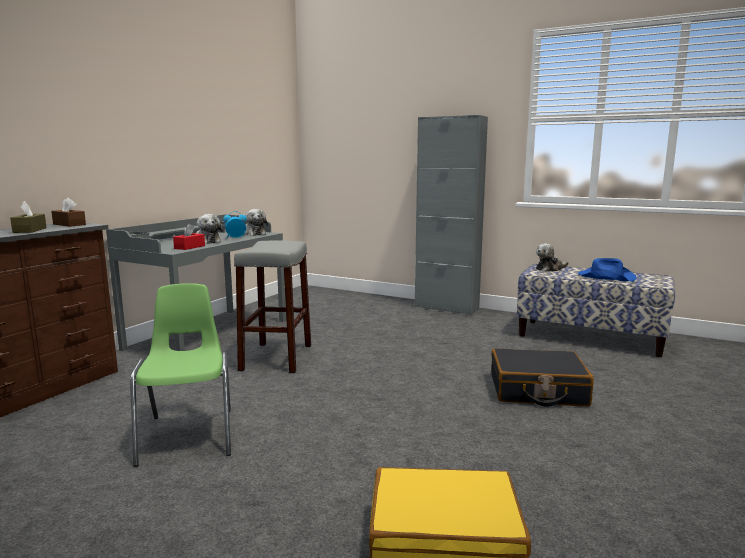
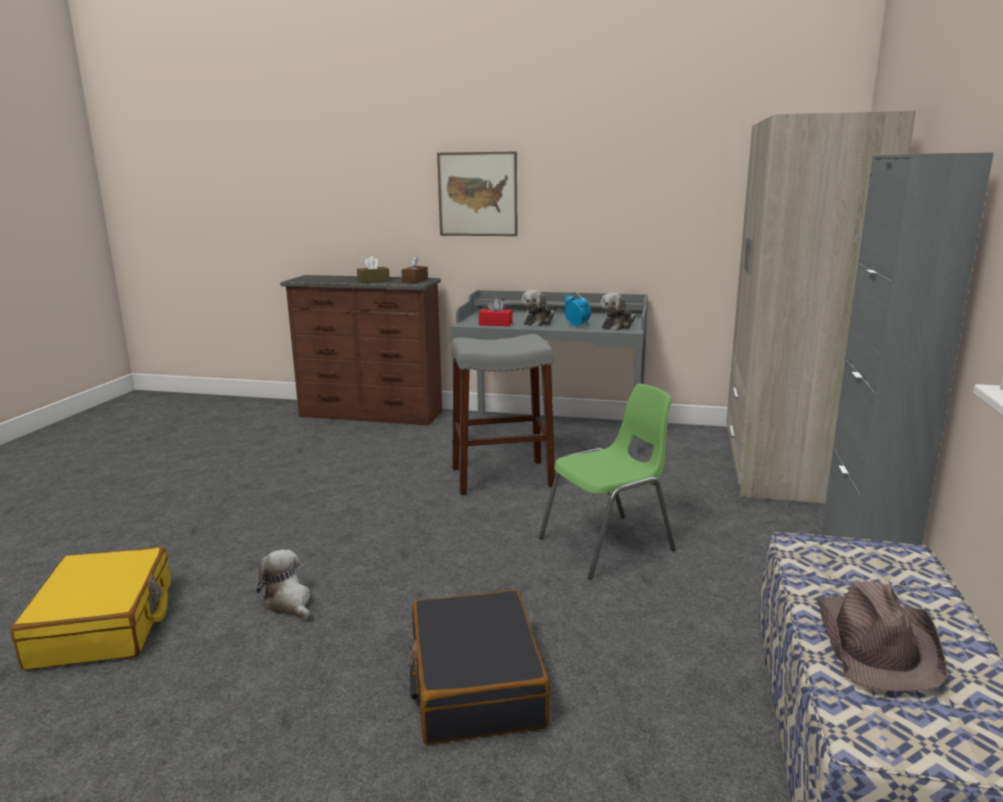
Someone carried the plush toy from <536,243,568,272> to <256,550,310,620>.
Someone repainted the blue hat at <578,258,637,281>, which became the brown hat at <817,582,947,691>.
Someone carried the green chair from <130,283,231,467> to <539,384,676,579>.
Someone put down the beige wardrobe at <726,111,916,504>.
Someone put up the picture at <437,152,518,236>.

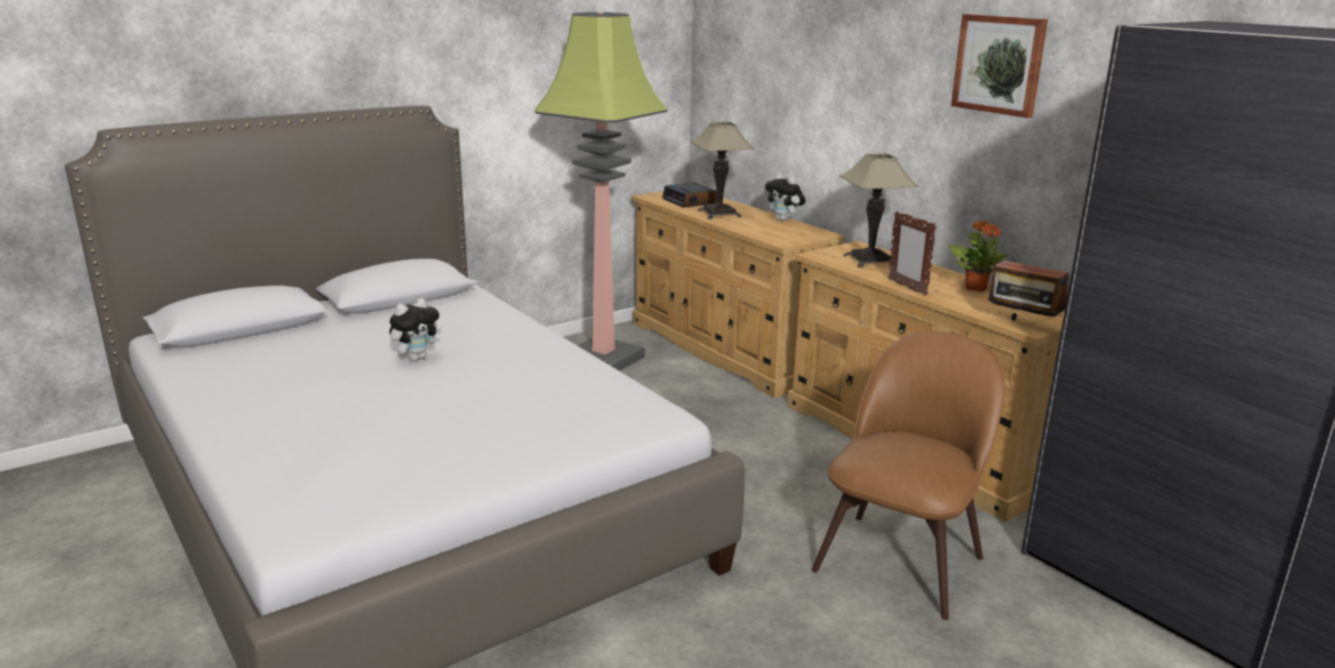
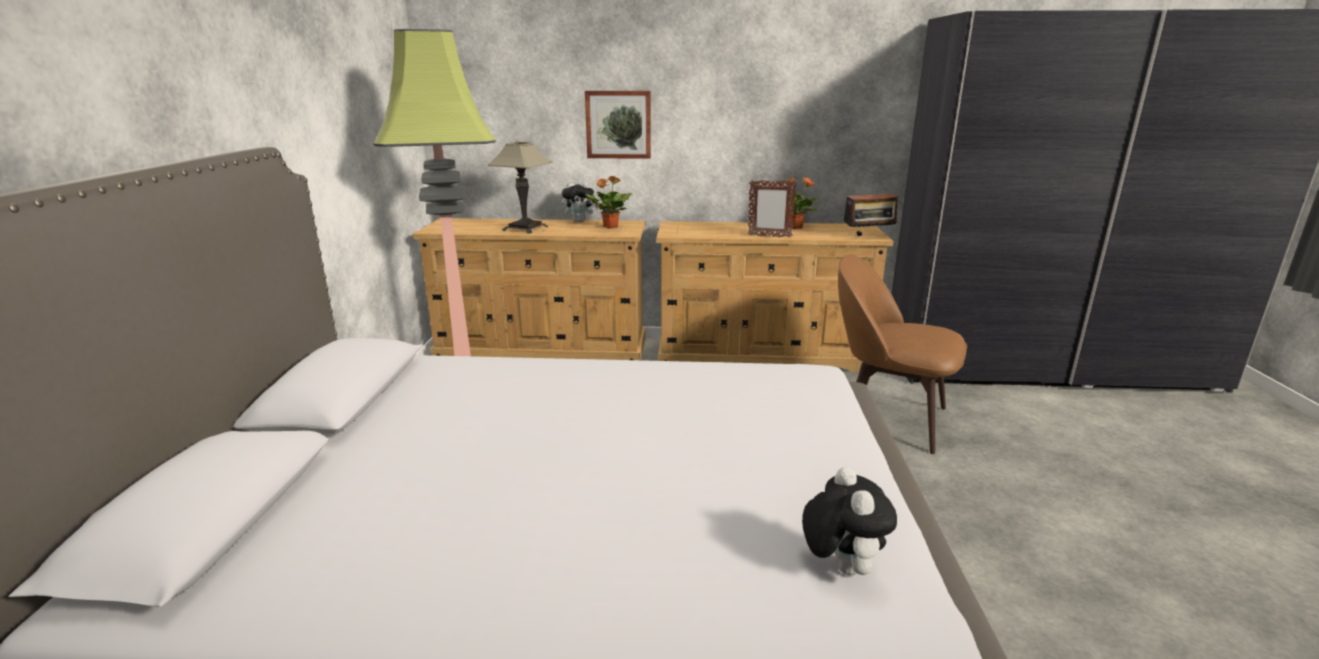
Someone carried the picture from <951,14,1048,118> to <585,91,651,159>.
Someone took away the table lamp at <839,153,919,268>.
Someone took away the alarm clock at <662,182,717,208>.
Someone carried the plush toy from <389,298,442,361> to <802,466,897,575>.
Someone rotated the brown chair at <812,331,1005,620> by 45 degrees counterclockwise.
Someone put down the potted plant at <586,176,632,228>.

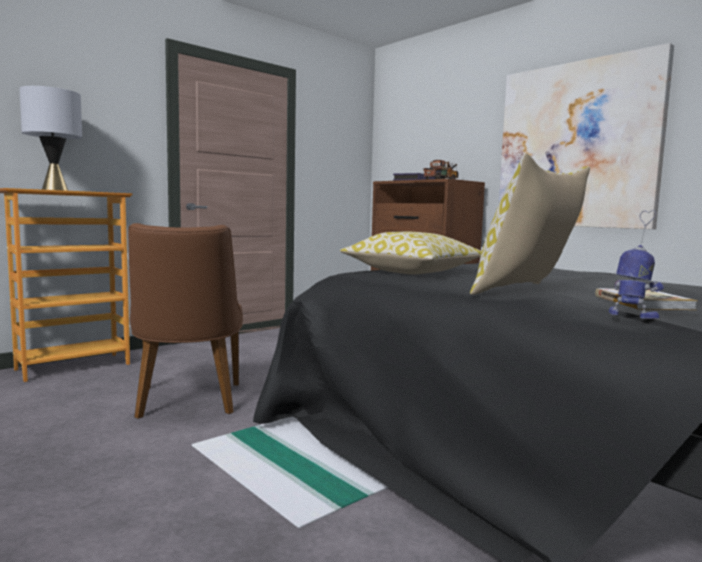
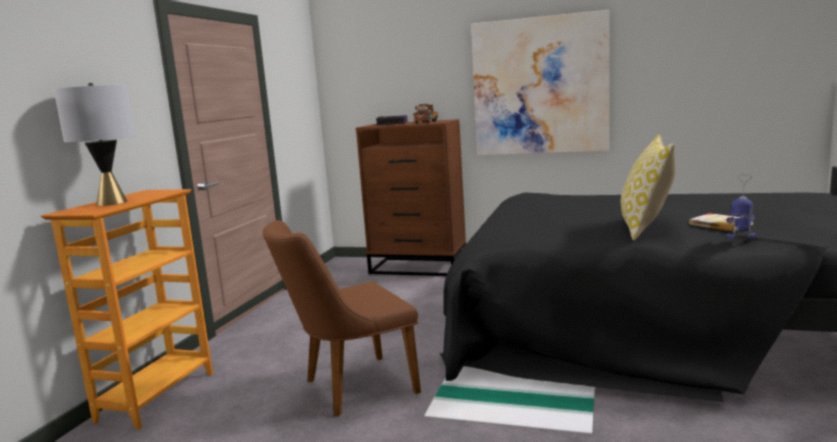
Someone rotated the brown chair at <128,223,243,419> by 105 degrees clockwise.
Someone took away the pillow at <340,232,482,274>.

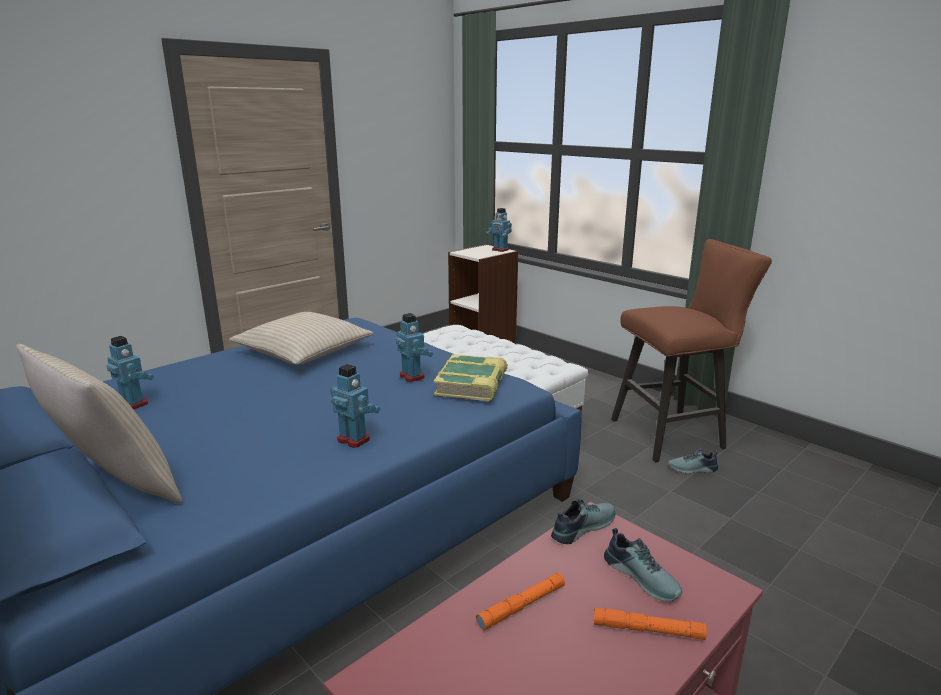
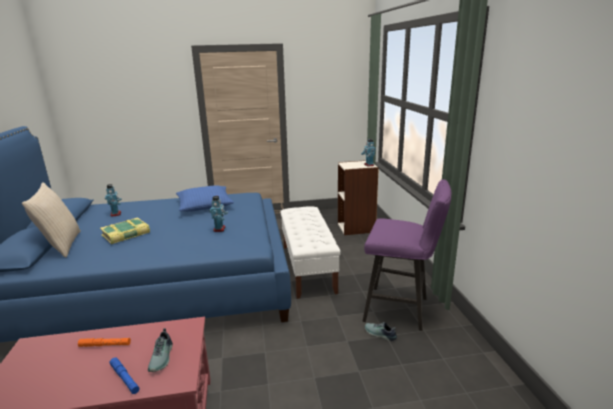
Someone repainted the brown stool at <611,239,772,463>, which became the purple stool at <362,180,451,331>.
Someone repainted the beige pillow at <229,312,373,365>, which became the blue pillow at <176,186,234,212>.
Someone carried the book from <434,354,508,402> to <100,217,150,244>.
Someone took away the toy robot at <330,364,380,448>.
Someone took away the shoe at <551,498,615,544>.
Someone repainted the orange flashlight at <594,607,707,640>, which became the blue flashlight at <110,357,140,394>.

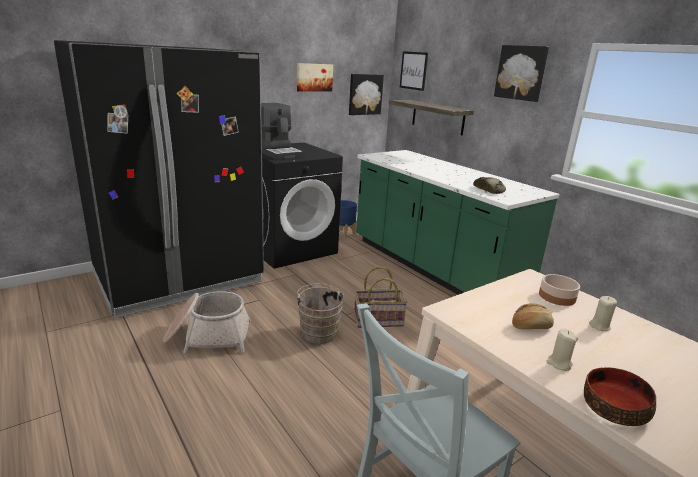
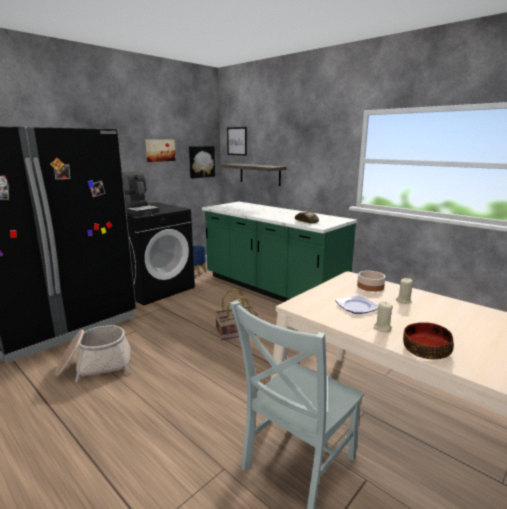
Someone took away the picture at <494,45,549,102>.
Someone took away the brown bucket at <295,283,344,344>.
Someone swapped the bread at <512,303,554,329> for the plate at <335,295,379,314>.

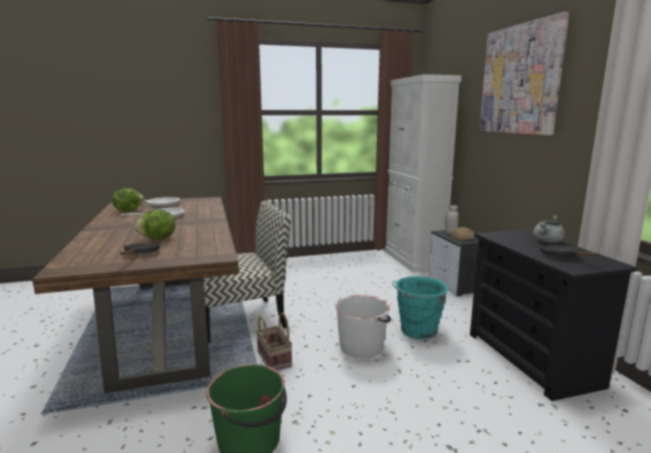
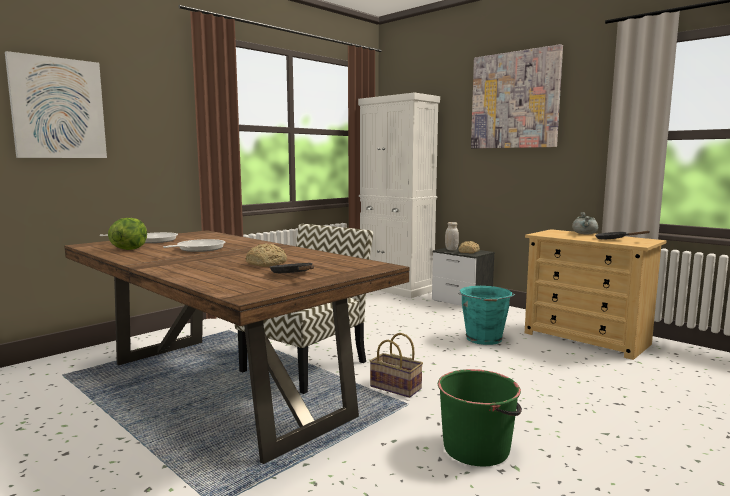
Someone swapped the lettuce at <134,209,176,240> for the bread at <246,244,287,267>.
Someone repainted the black dresser at <470,229,638,401>, which became the beige dresser at <525,229,667,360>.
Someone took away the white bucket at <335,295,391,358>.
Someone put up the picture at <5,51,107,158>.

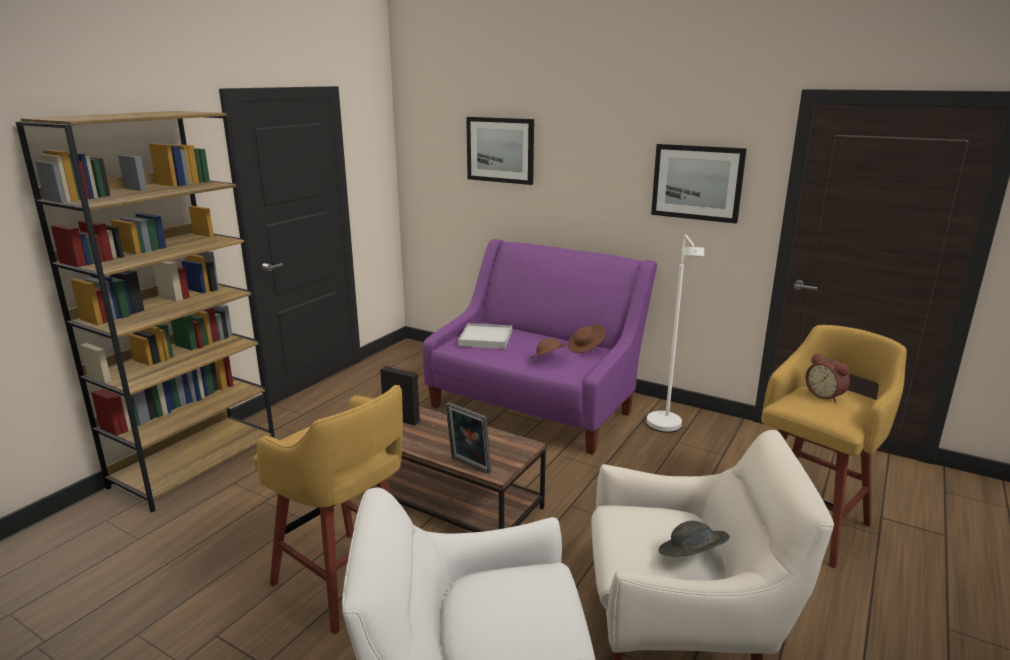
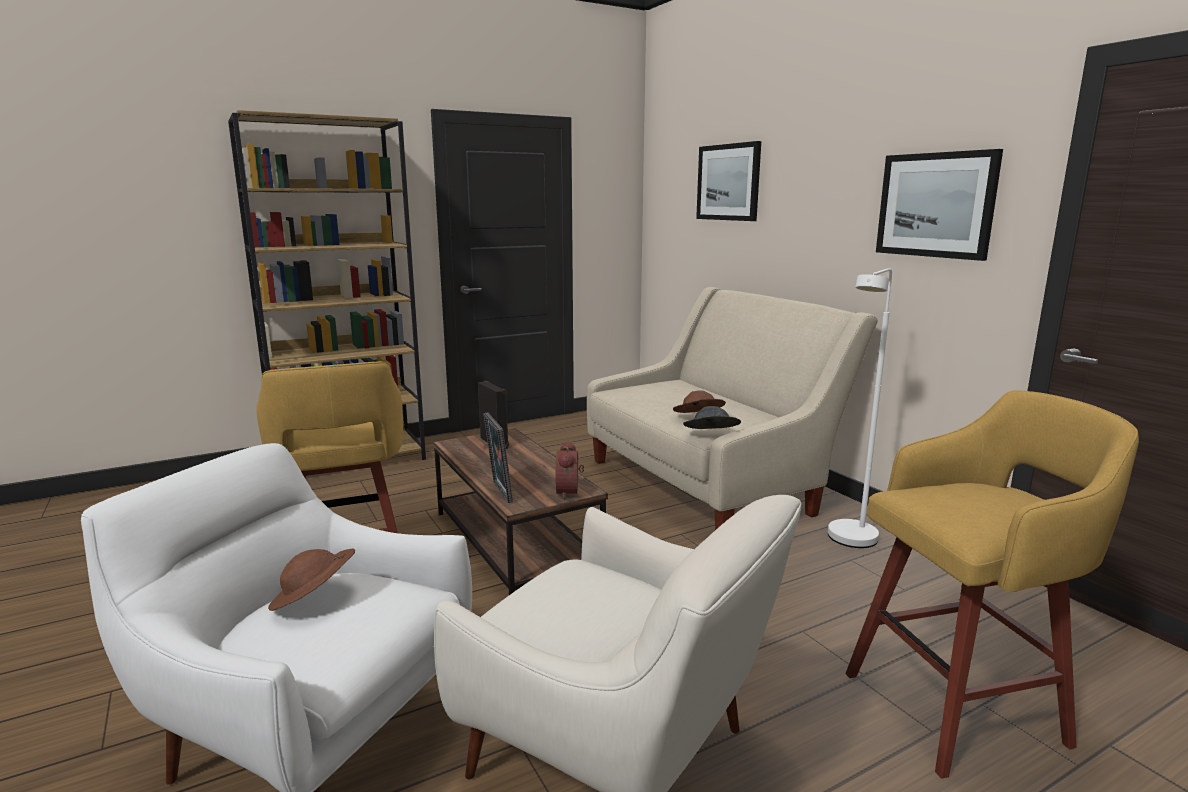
Someone repainted the purple sofa at <423,239,657,455>, which became the beige sofa at <587,287,878,530>.
Someone took away the white tray at <458,323,512,349>.
Someone carried the brown hat from <568,325,605,353> to <268,549,355,611>.
Someone carried the alarm clock from <806,353,850,403> to <555,441,584,499>.
Someone carried the grey hat from <658,521,730,557> to <683,406,741,429>.

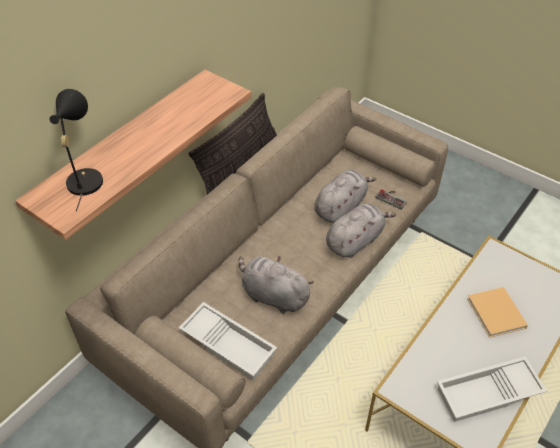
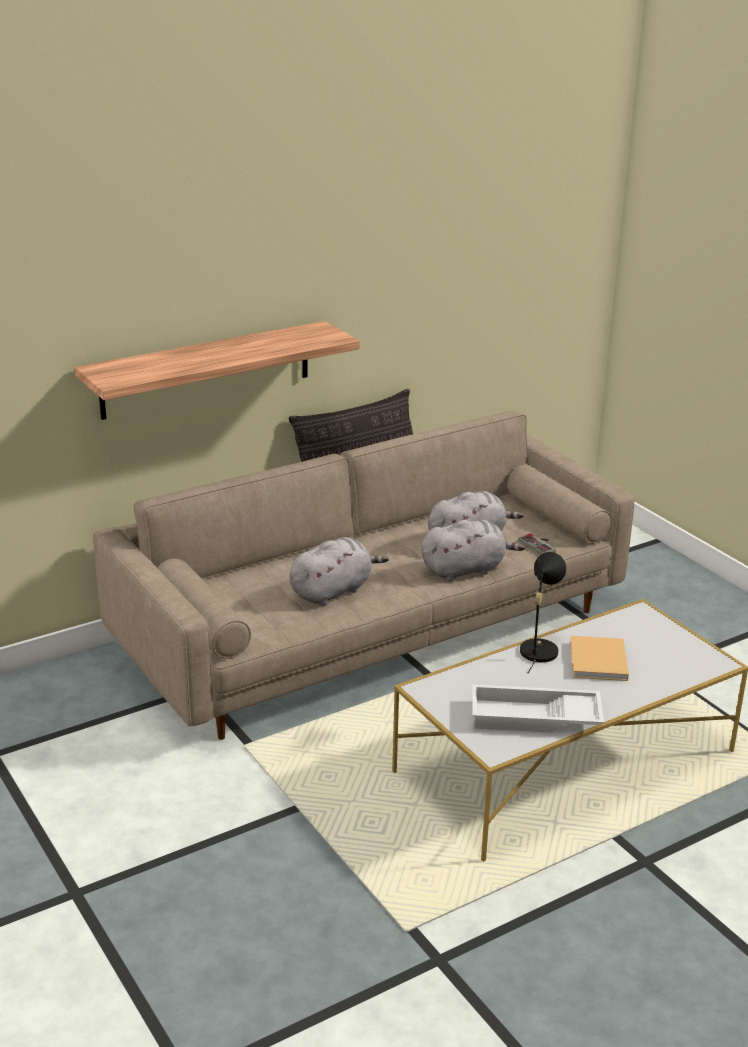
Someone carried the black table lamp from <49,89,103,211> to <520,552,566,673>.
Someone rotated the grey plush toy at <238,255,314,314> by 90 degrees clockwise.
Someone took away the white tray at <179,302,277,380>.

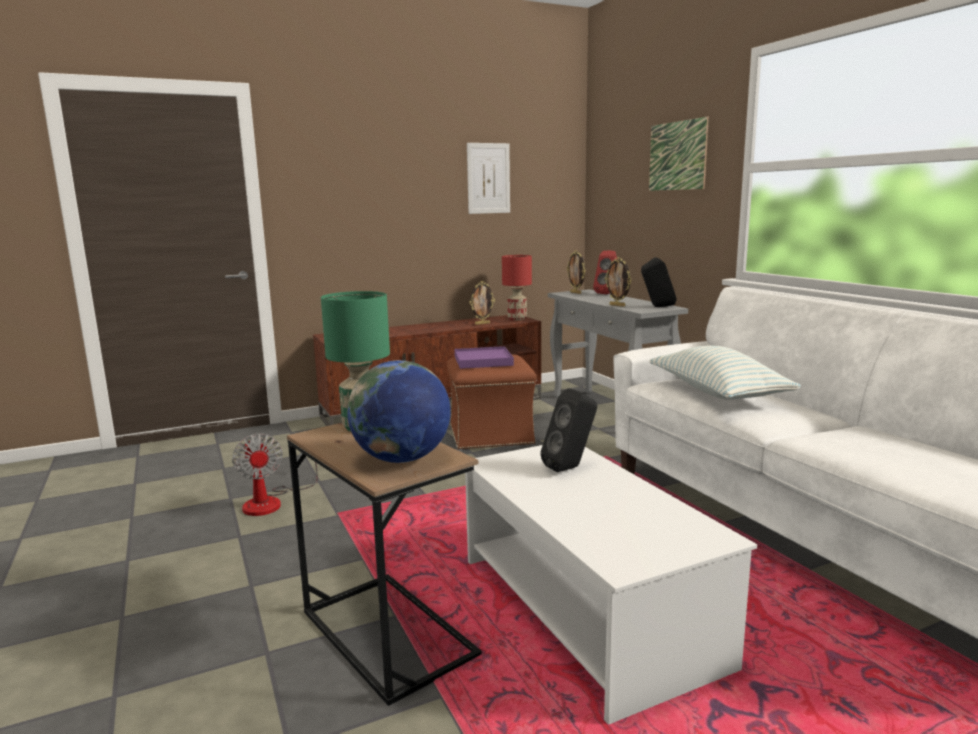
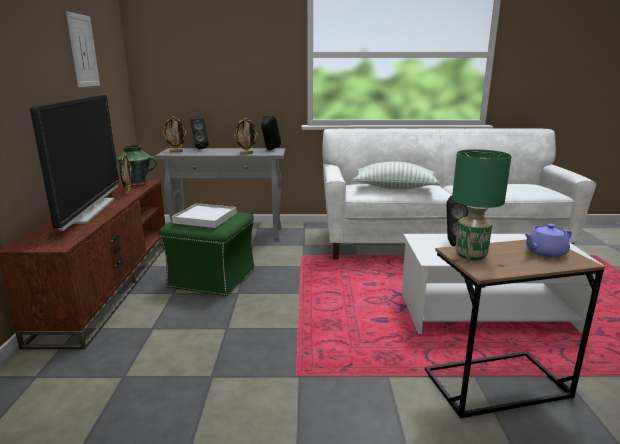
Someone took away the picture at <649,117,709,191>.
Someone repainted the red speaker at <593,251,617,295>, which became the black speaker at <190,114,209,149>.
Someone swapped the red table lamp at <502,255,532,321> for the vase at <118,145,157,185>.
Someone repainted the purple tray at <454,346,514,369>, which became the white tray at <172,203,237,228>.
Someone repainted the brown ottoman at <447,354,537,450>, which became the green ottoman at <159,212,255,297>.
Someone swapped the globe at <347,360,450,463> for the purple teapot at <524,224,572,258>.
Someone took away the fan at <232,433,318,516>.
Someone put down the television at <30,95,119,231>.

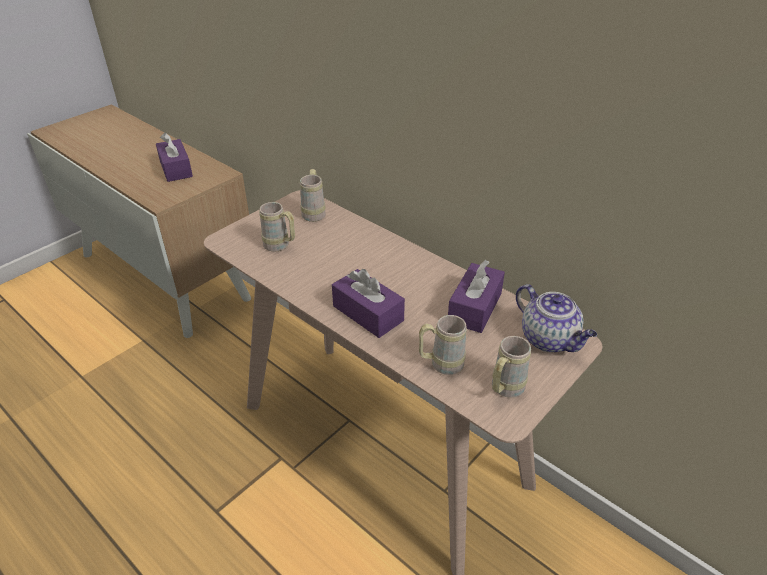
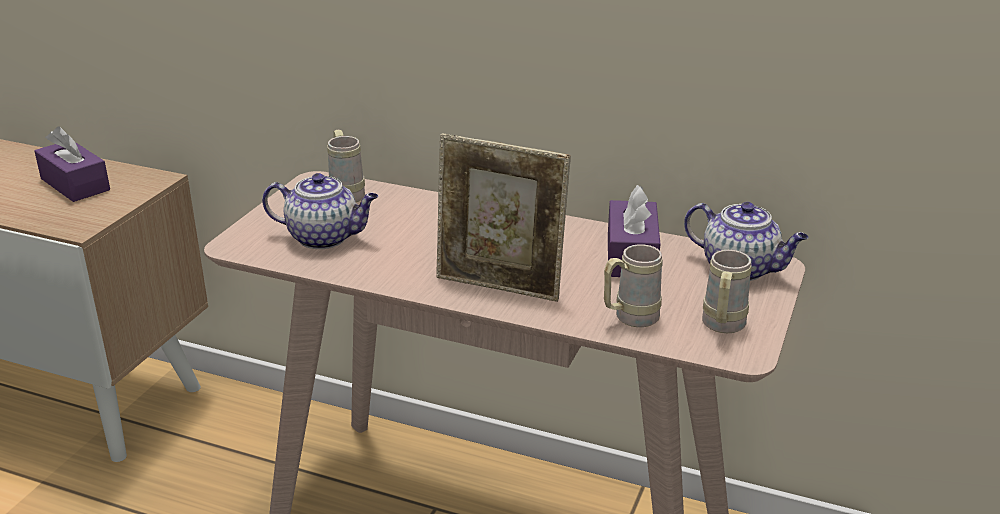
Someone swapped the beige mug at <259,202,295,252> for the teapot at <262,173,378,249>.
Someone swapped the purple tissue box at <332,269,405,338> for the picture frame at <437,133,570,302>.

